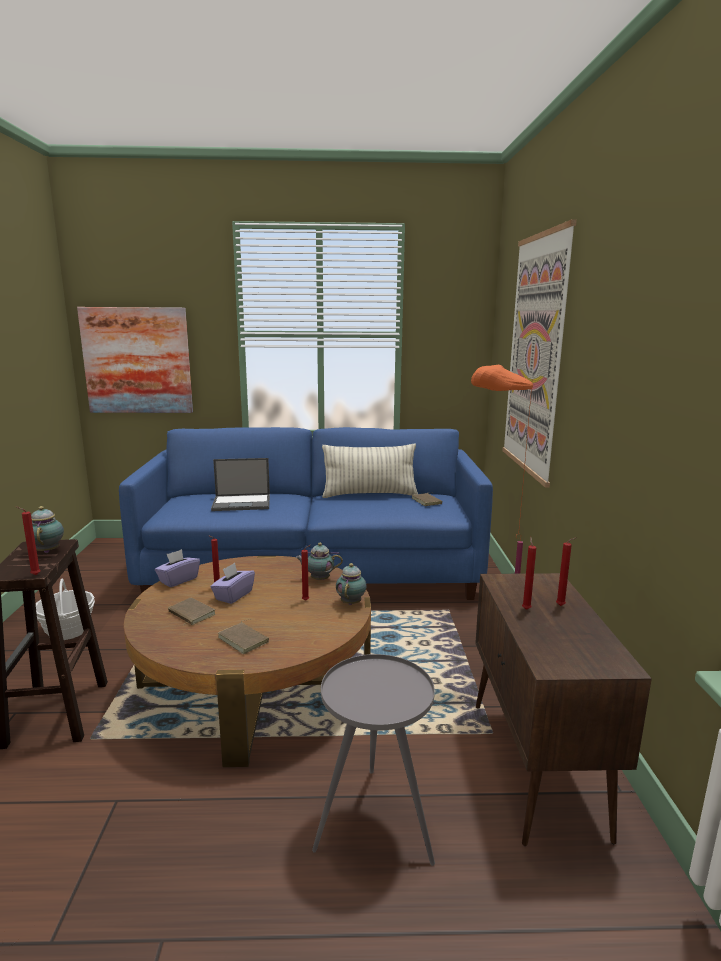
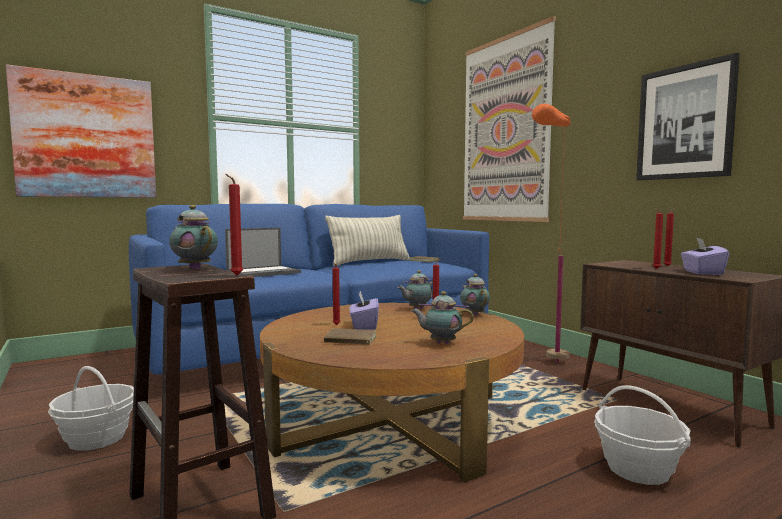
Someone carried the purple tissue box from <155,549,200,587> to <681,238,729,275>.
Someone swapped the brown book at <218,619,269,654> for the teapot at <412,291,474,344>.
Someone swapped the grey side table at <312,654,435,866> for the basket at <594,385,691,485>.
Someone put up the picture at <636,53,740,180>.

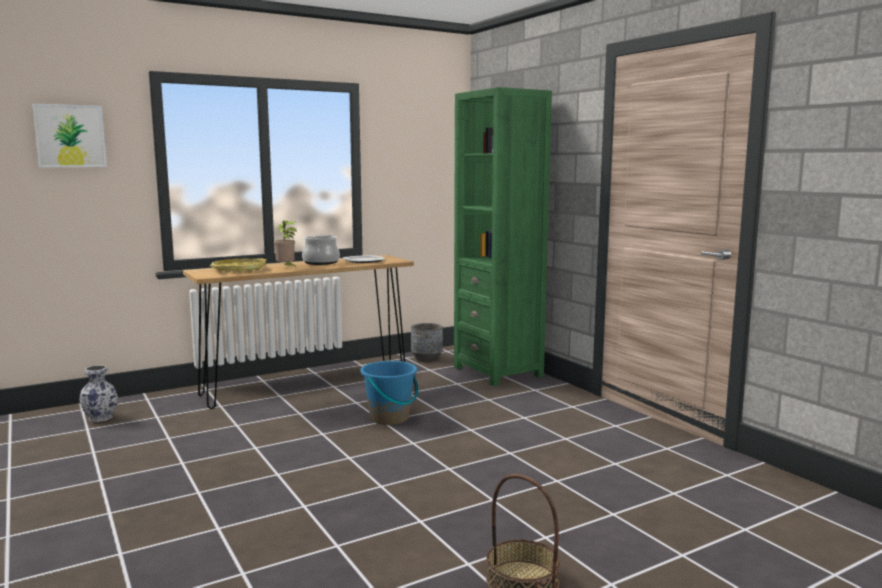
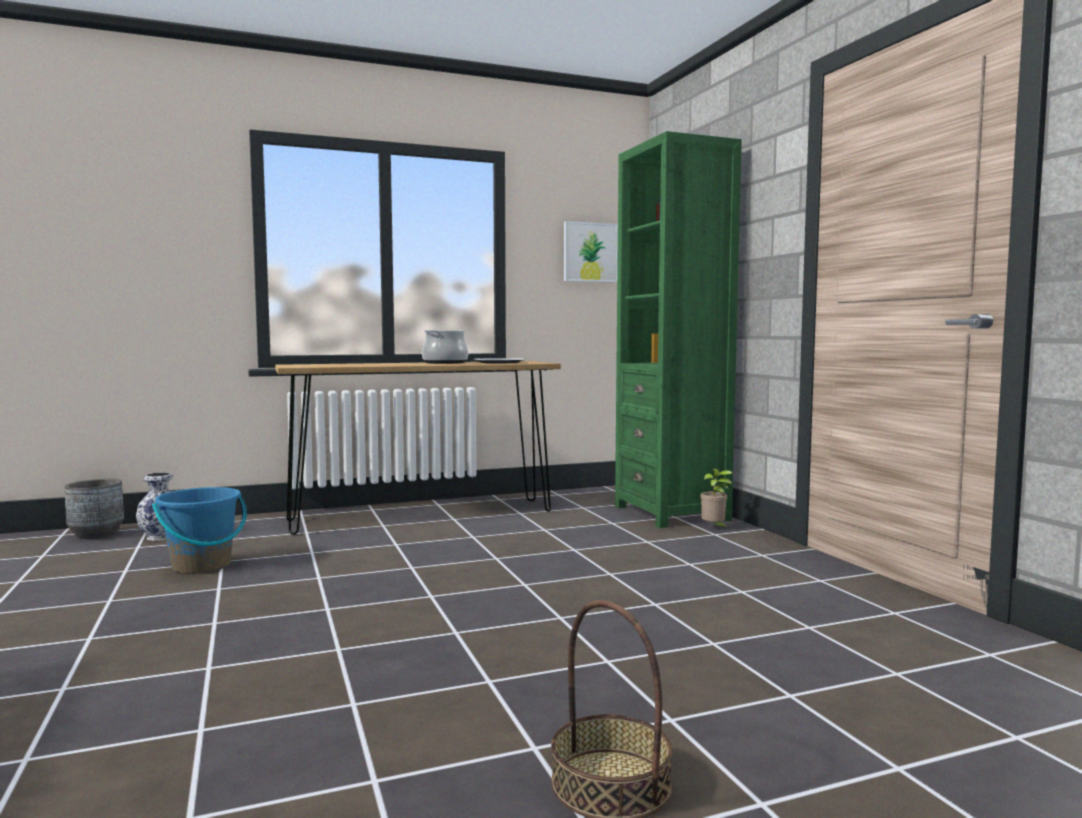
Someone carried the picture from <32,104,107,167> to <564,221,618,283>.
Someone carried the potted plant from <274,221,297,267> to <700,469,733,531>.
Someone took away the yellow tray at <210,259,267,273>.
Someone carried the grey planter from <411,323,443,362> to <64,479,124,539>.
Someone carried the blue bucket from <361,361,418,425> to <152,487,247,574>.

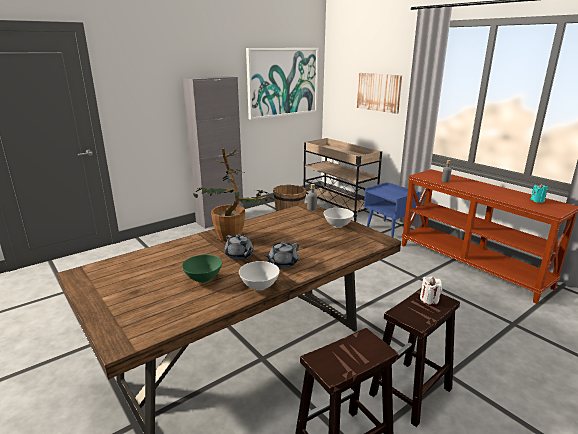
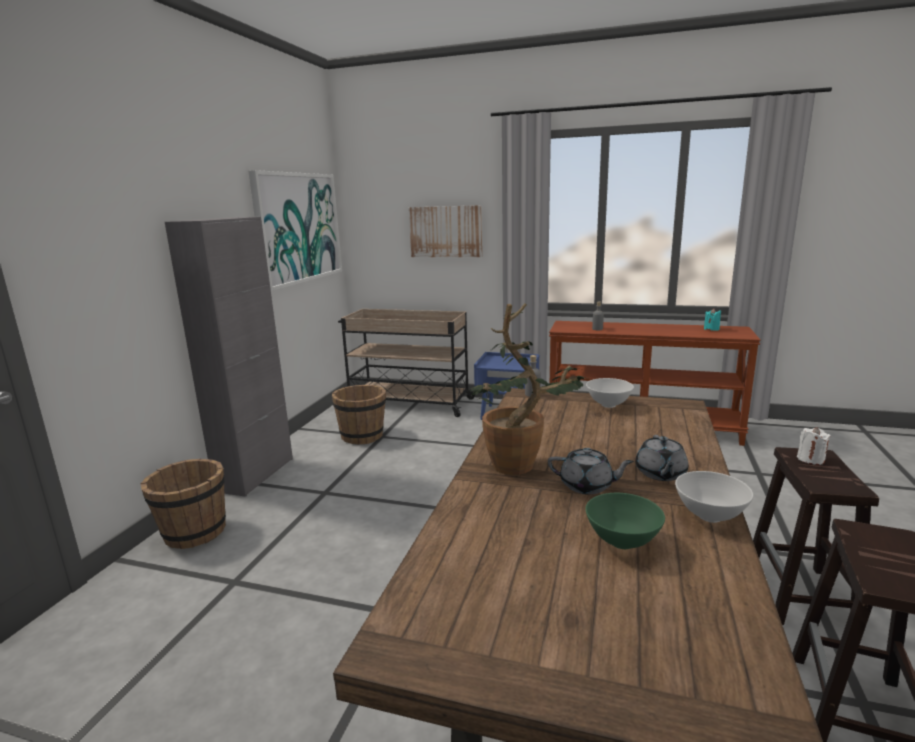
Someone put down the brown bucket at <141,459,226,549>.

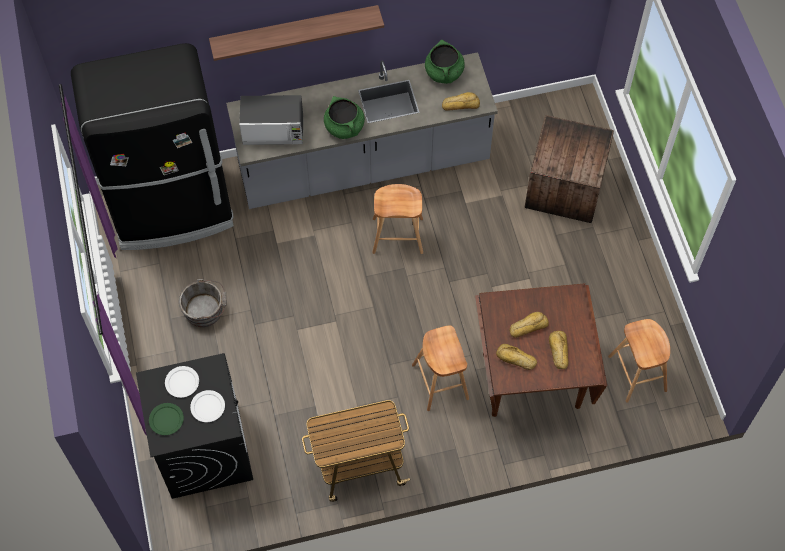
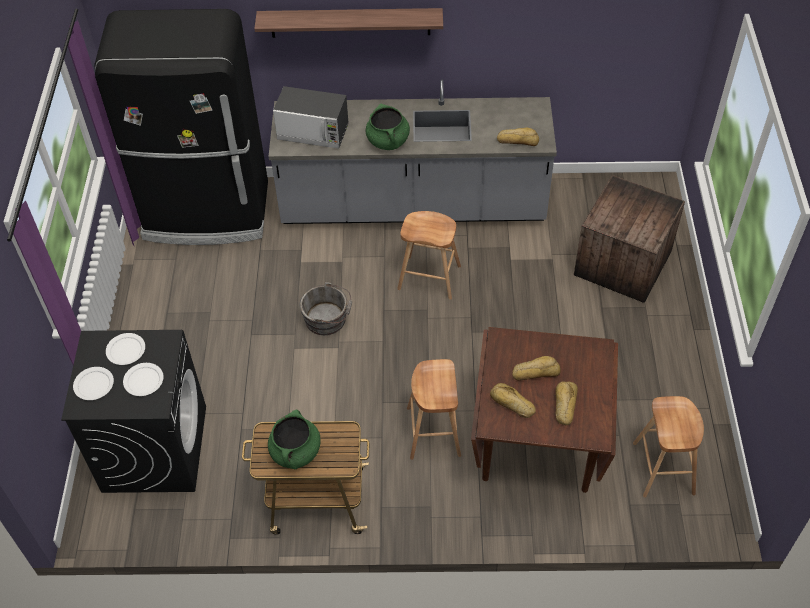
Someone carried the green cooking pot from <425,40,465,84> to <268,410,321,469>.
Someone carried the grey bucket from <179,279,227,327> to <300,282,352,335>.
Someone repainted the green plate at <149,403,184,435>, which became the white plate at <73,367,114,400>.

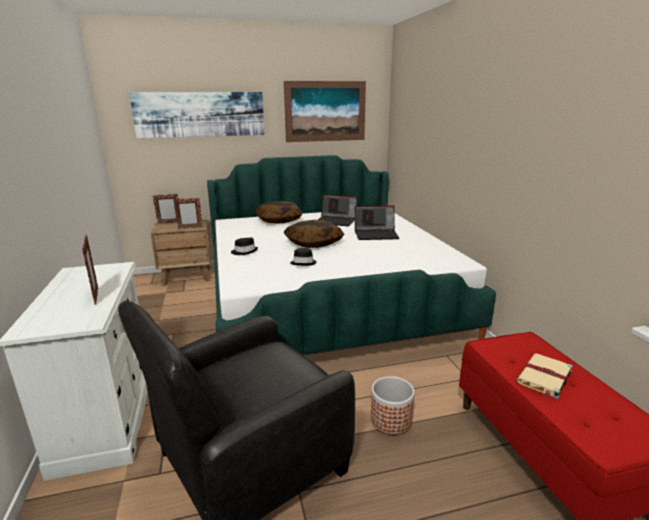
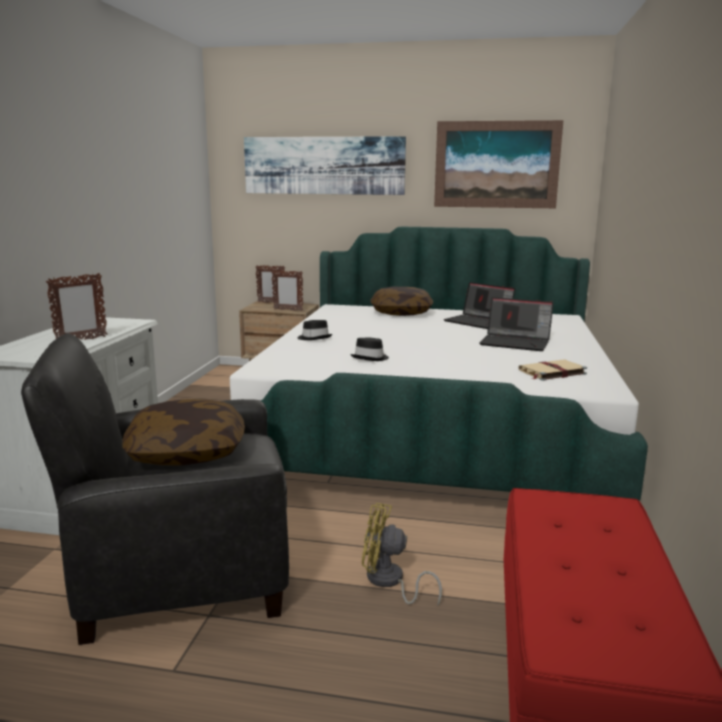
Someone carried the pillow from <283,220,344,248> to <122,399,245,465>.
Someone rotated the picture frame at <82,235,98,305> by 45 degrees clockwise.
Someone carried the beige book from <517,354,573,399> to <519,359,587,381>.
Someone swapped the planter at <371,376,415,435> for the yellow fan at <362,503,442,606>.

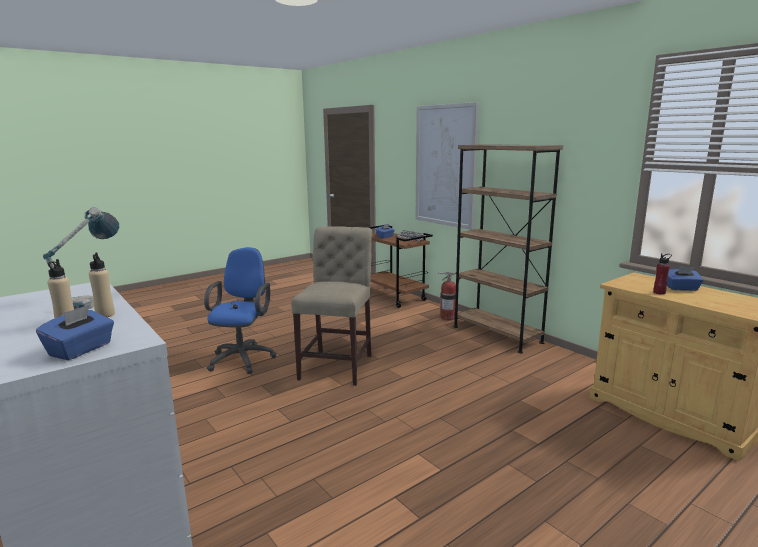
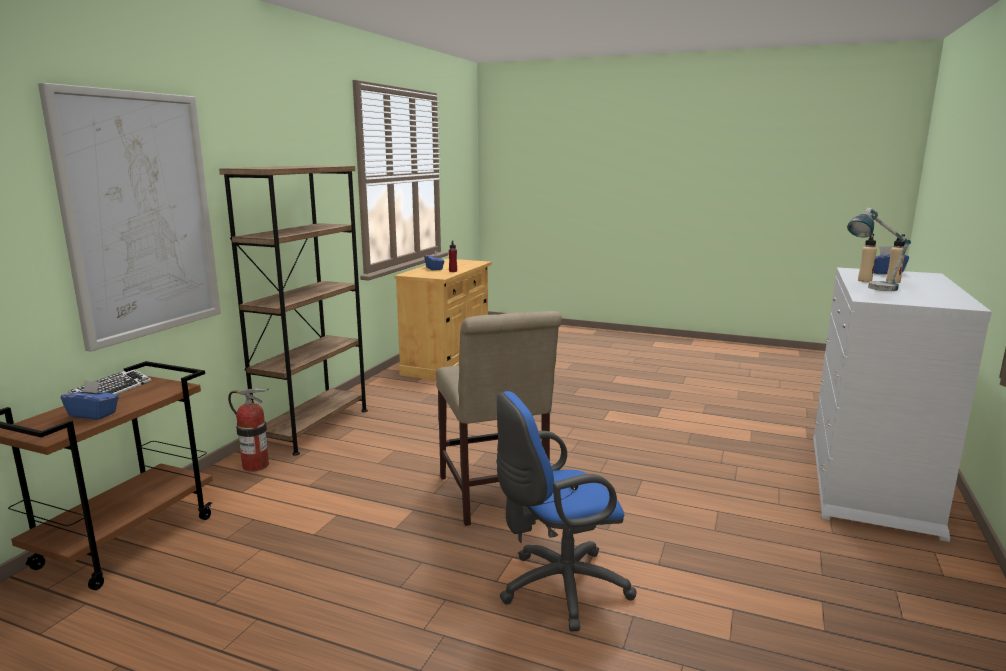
Someone rotated the beige chair at <291,226,372,386> by 90 degrees counterclockwise.

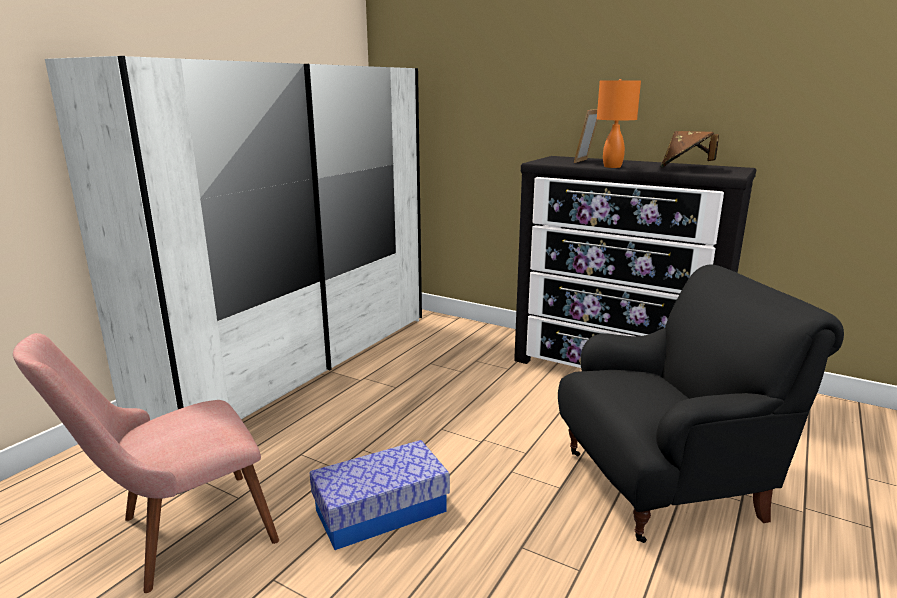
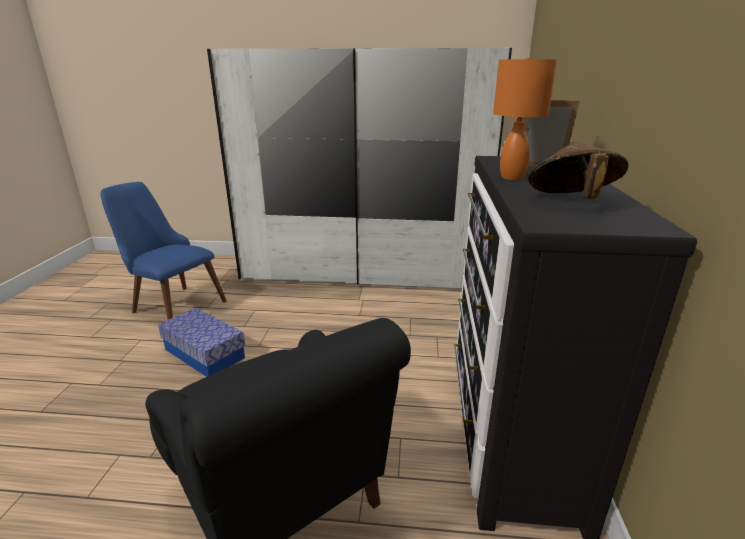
Someone repainted the pink chair at <13,333,279,593>, which became the blue chair at <100,182,227,320>.

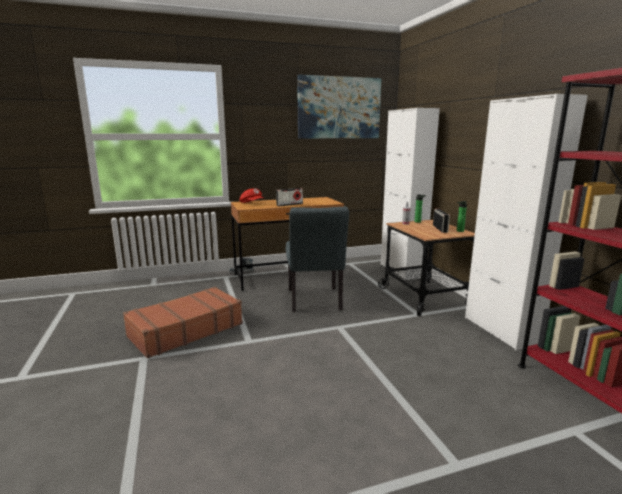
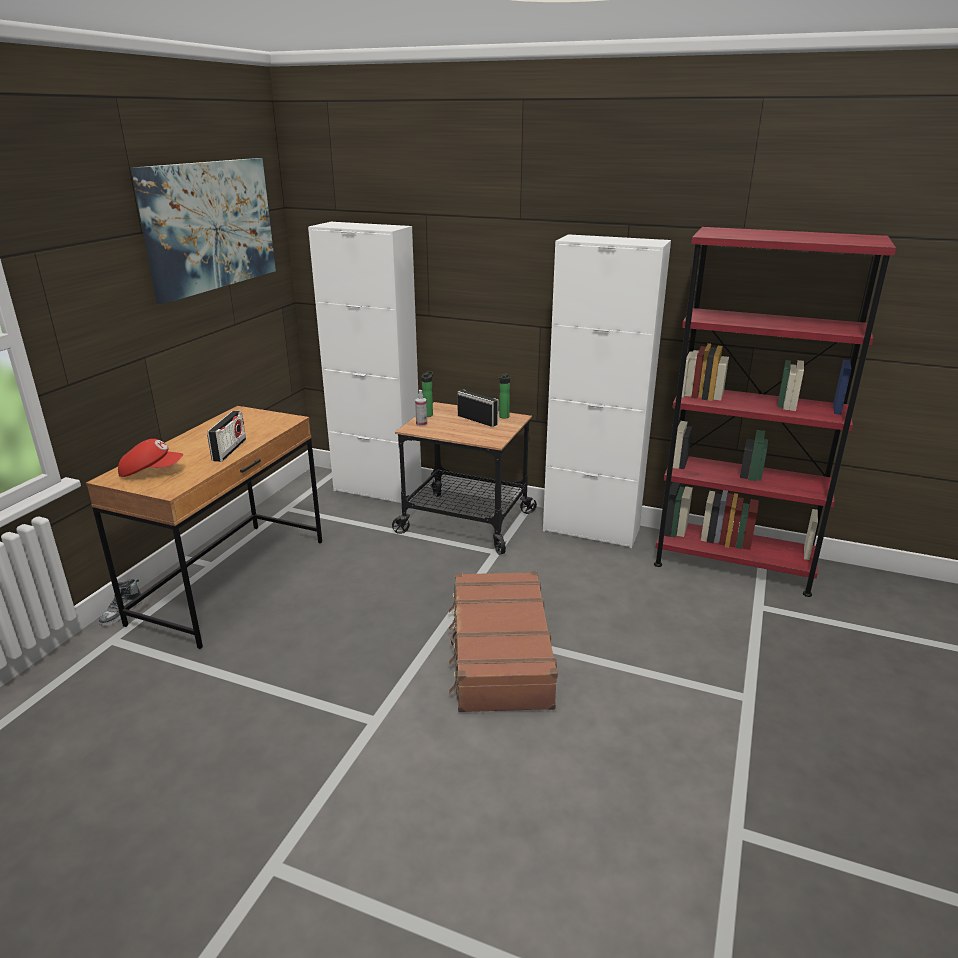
Someone took away the grey chair at <286,207,349,312>.
Someone carried the brown suitcase from <123,287,243,358> to <449,571,558,712>.

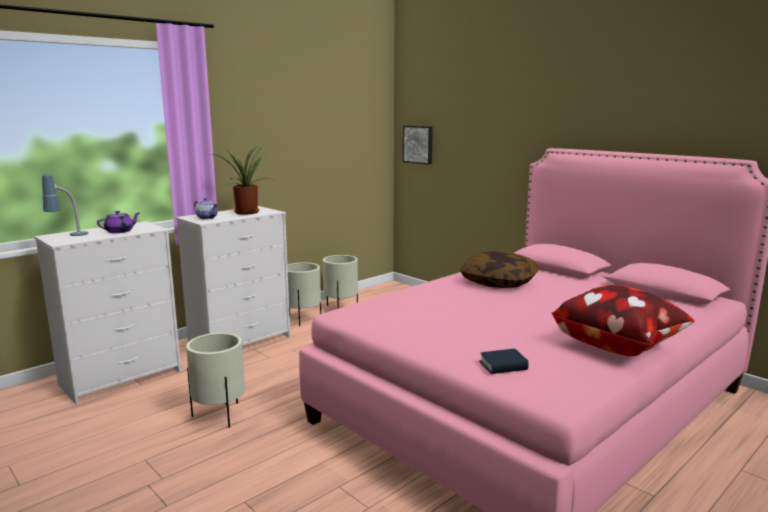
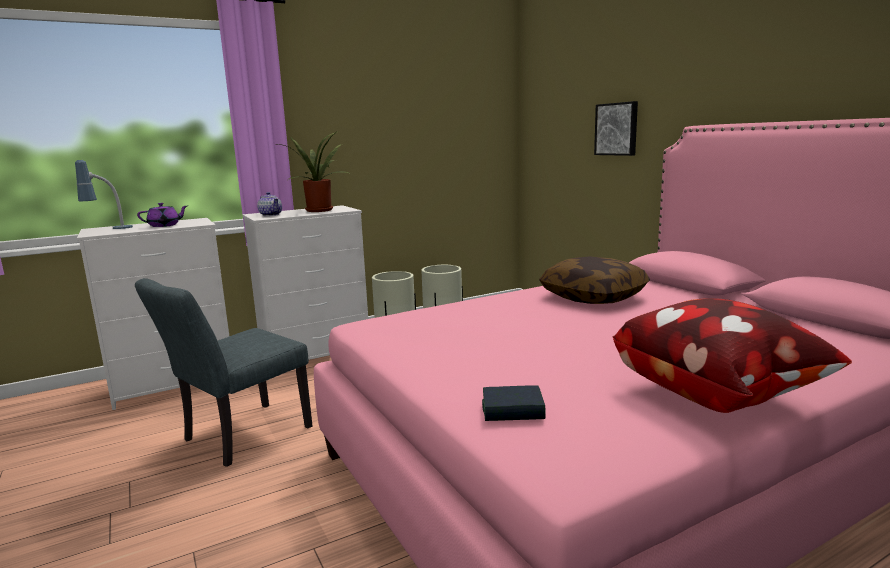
Someone carried the picture from <403,126,433,165> to <594,101,638,156>.
Someone swapped the beige planter at <186,333,245,428> for the grey chair at <135,278,313,467>.

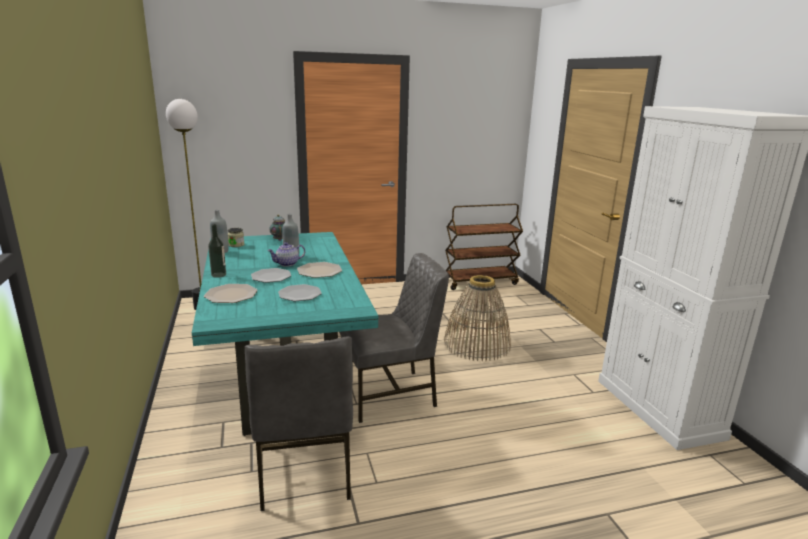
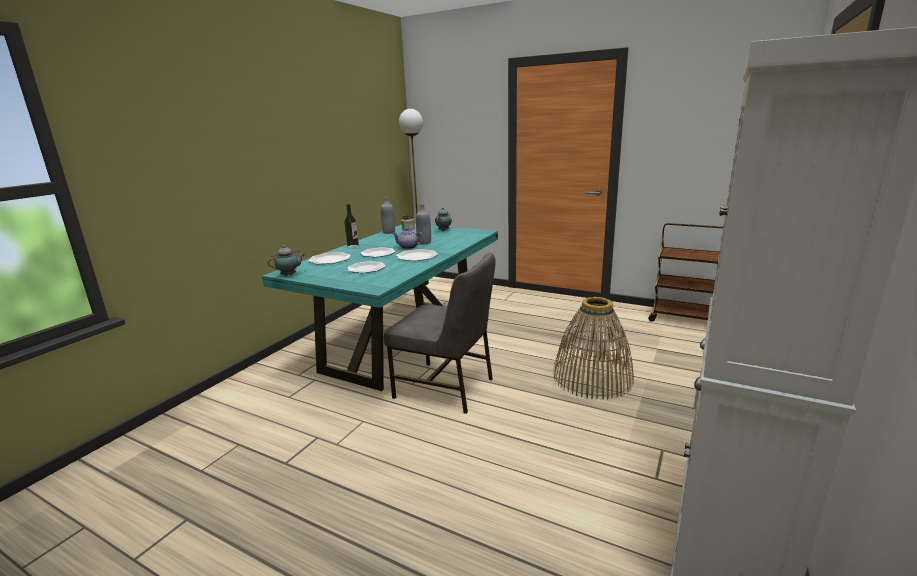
Someone took away the grey chair at <245,336,353,511>.
Someone put down the teapot at <268,245,305,276>.

